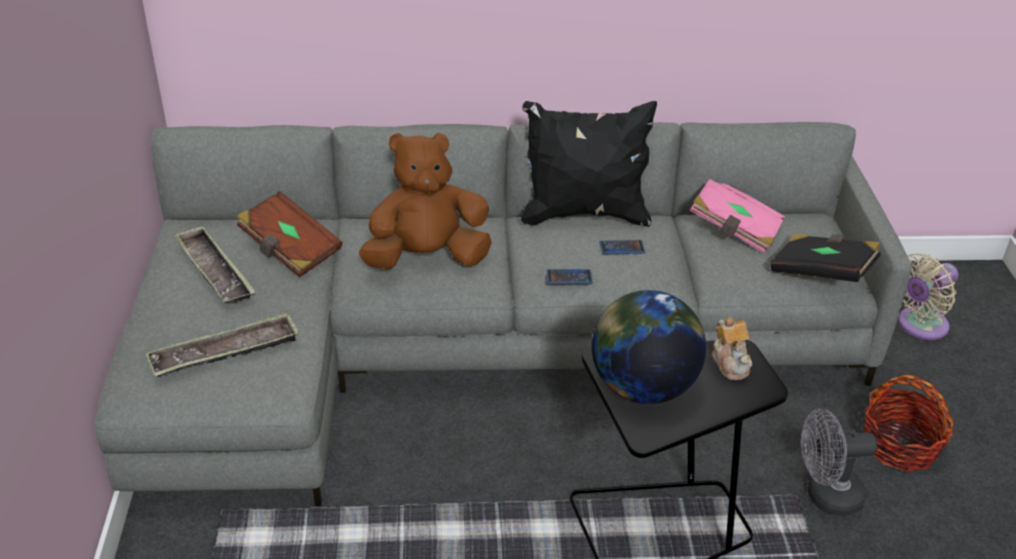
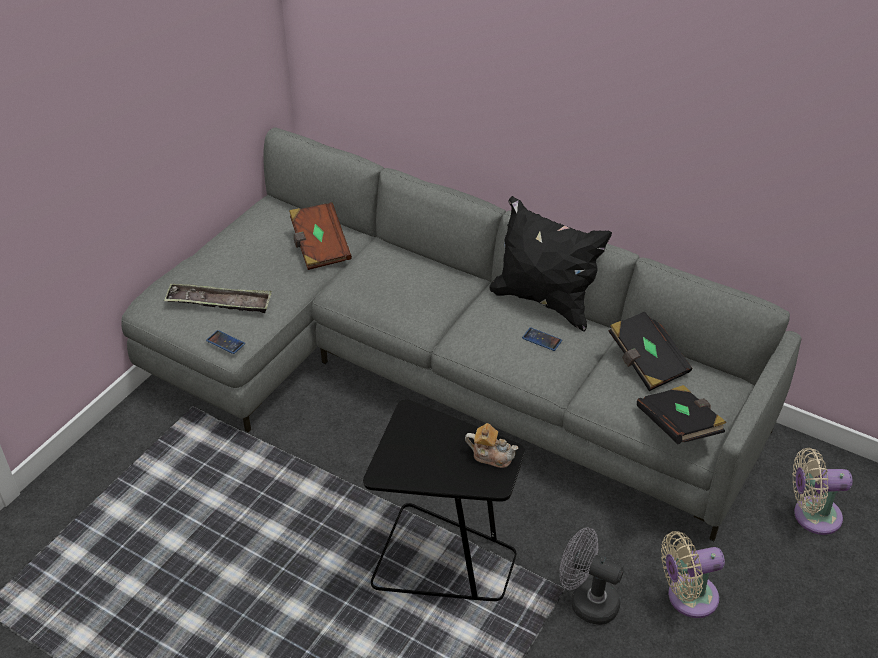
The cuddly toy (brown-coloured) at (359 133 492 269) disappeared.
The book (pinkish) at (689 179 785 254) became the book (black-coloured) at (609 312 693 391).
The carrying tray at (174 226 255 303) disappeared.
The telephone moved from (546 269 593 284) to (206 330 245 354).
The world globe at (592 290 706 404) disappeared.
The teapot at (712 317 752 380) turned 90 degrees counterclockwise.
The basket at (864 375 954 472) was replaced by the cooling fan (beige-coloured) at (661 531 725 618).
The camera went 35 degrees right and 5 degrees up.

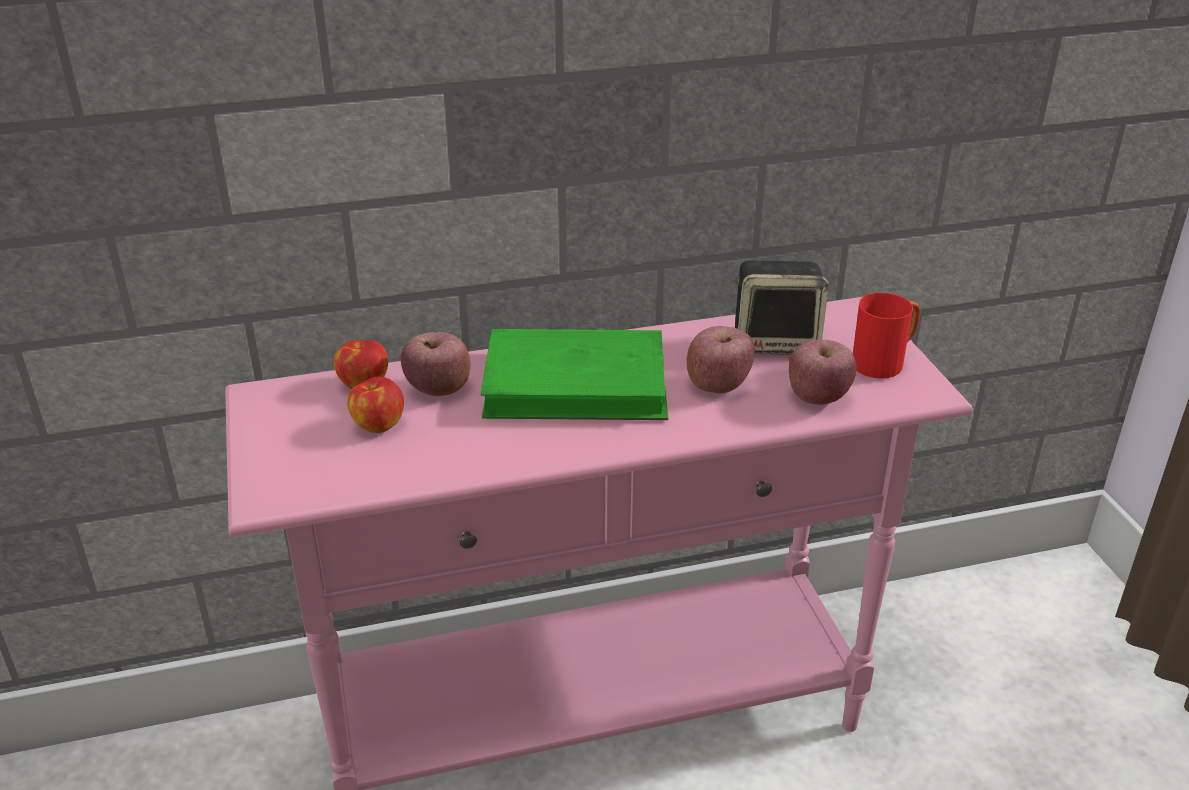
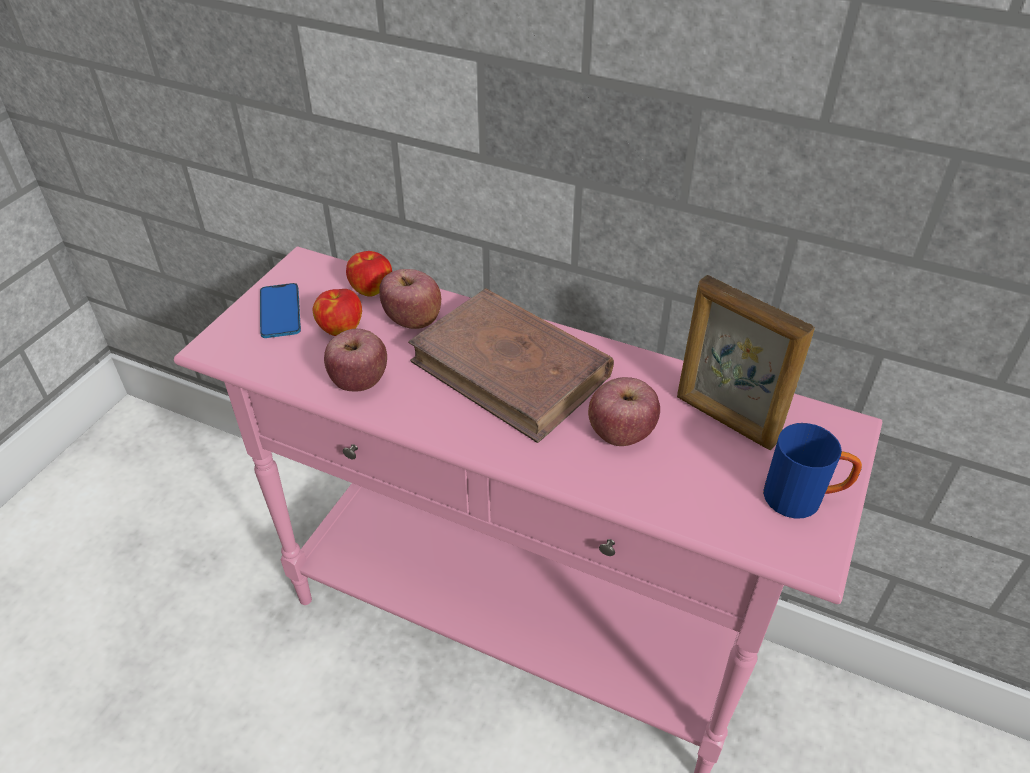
The loudspeaker at (735 261 829 355) was replaced by the photo frame at (677 275 815 450).
The tea mug (red-coloured) at (853 293 920 379) became the tea mug (blue-coloured) at (763 423 862 518).
The book (greenish) at (481 329 668 420) became the book (brown-coloured) at (408 288 614 443).
The whole apple moved from (789 339 857 405) to (324 329 387 392).
The telephone at (260 283 301 338) appeared.
The camera went 40 degrees right and 10 degrees up.

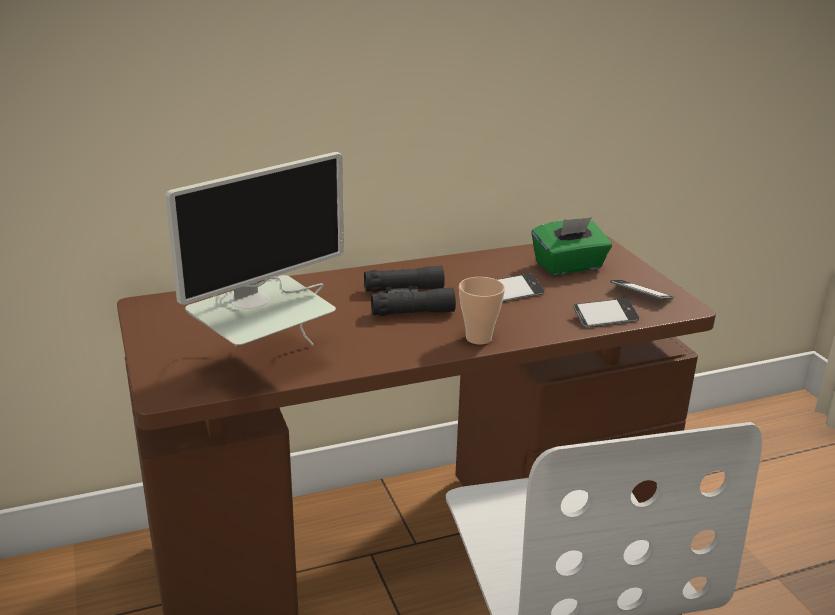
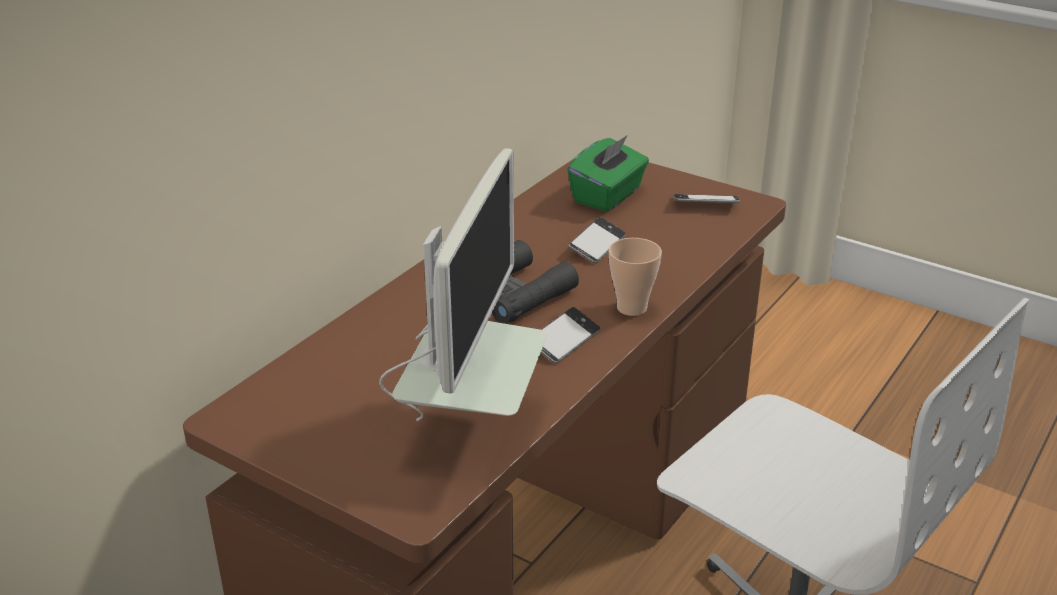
The telephone moved from (573 298 639 328) to (541 307 600 363).
The camera went 35 degrees left and 5 degrees up.

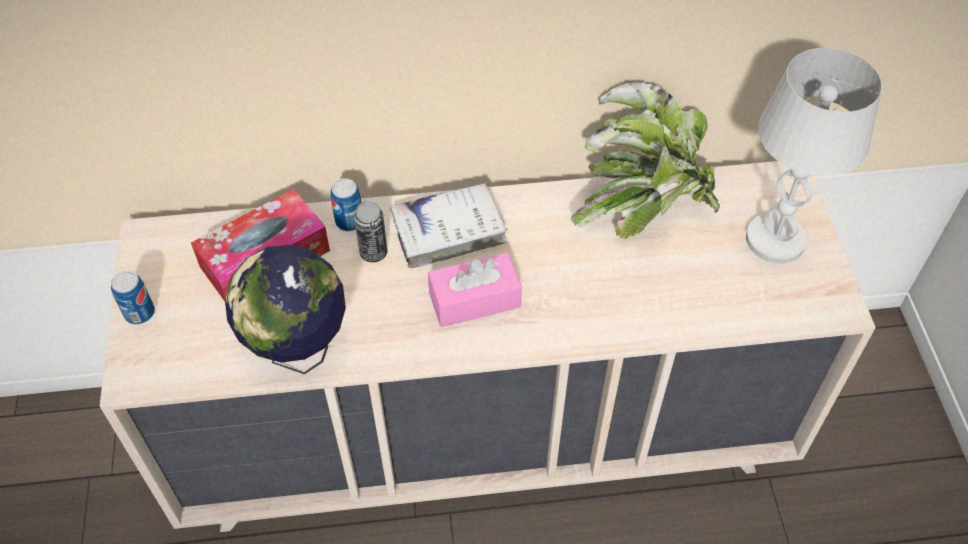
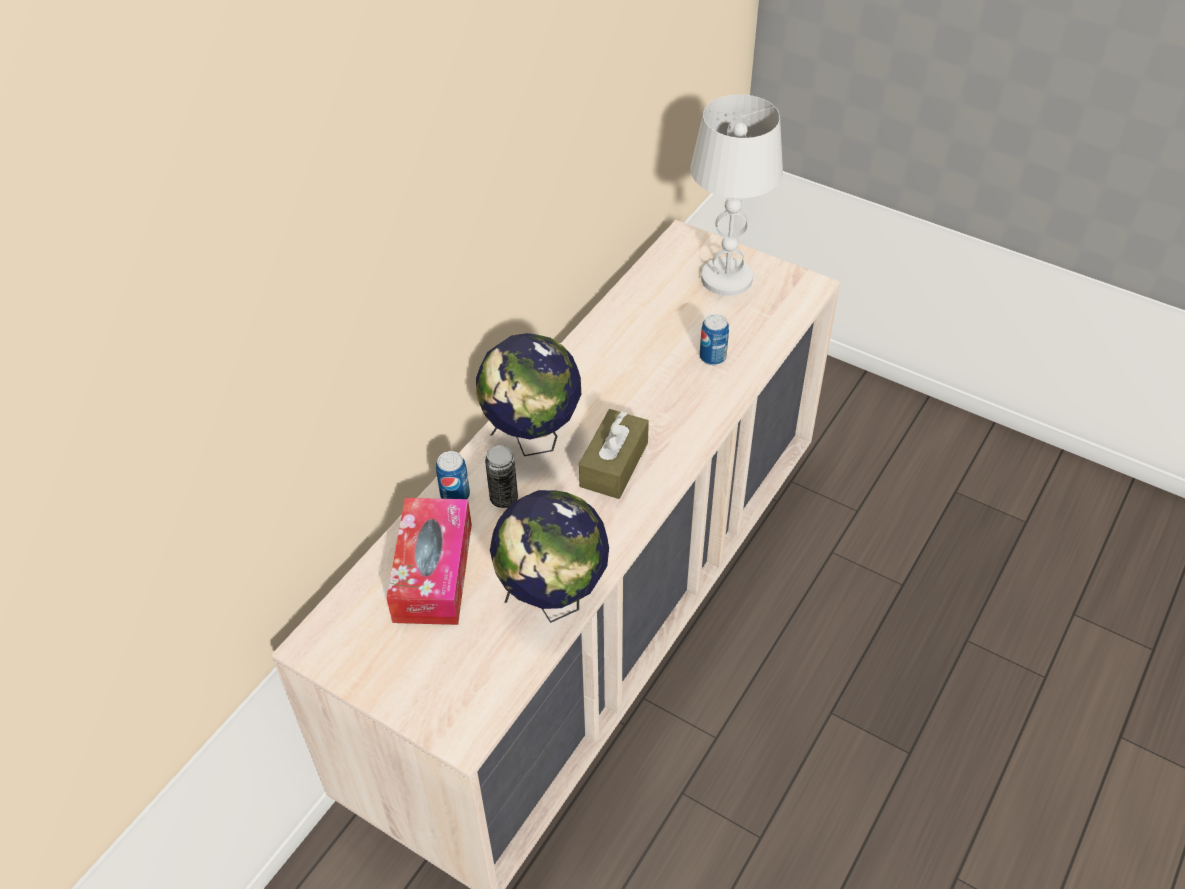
The plant in a pot at (571 82 720 239) disappeared.
The book (white-coloured) at (390 183 508 268) was replaced by the world globe at (476 333 581 456).
The box of tissues (pinkish) at (428 253 522 327) became the box of tissues (brown-coloured) at (579 409 649 499).
The can moved from (111 271 155 325) to (700 314 729 365).
The camera went 50 degrees left and 5 degrees down.

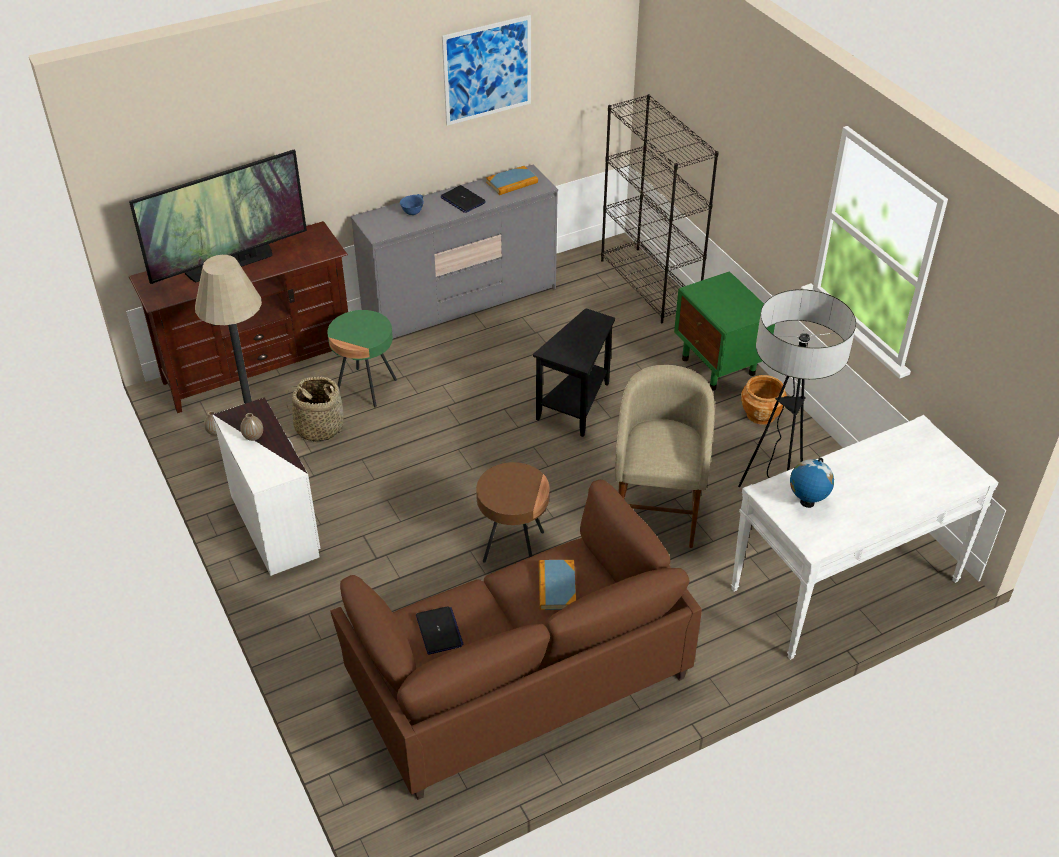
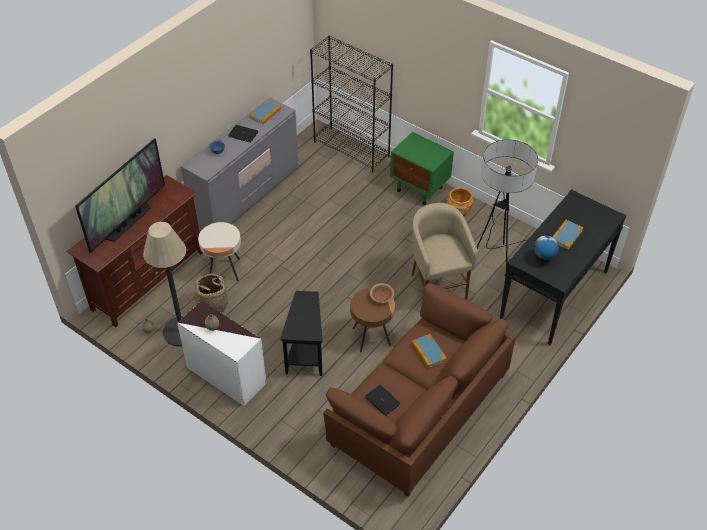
The picture at (442 15 531 126) disappeared.
The side table (black-coloured) moved from (533 308 615 437) to (280 291 323 376).
The side table (greenish) at (327 310 397 408) became the side table (beige-coloured) at (198 222 241 281).
The narrow table (white-coloured) at (731 415 999 660) became the narrow table (black-coloured) at (500 189 626 345).
The book at (553 220 583 250) appeared.
The bowl (brown-coloured) at (370 283 394 303) appeared.
The camera went 25 degrees left and 5 degrees up.

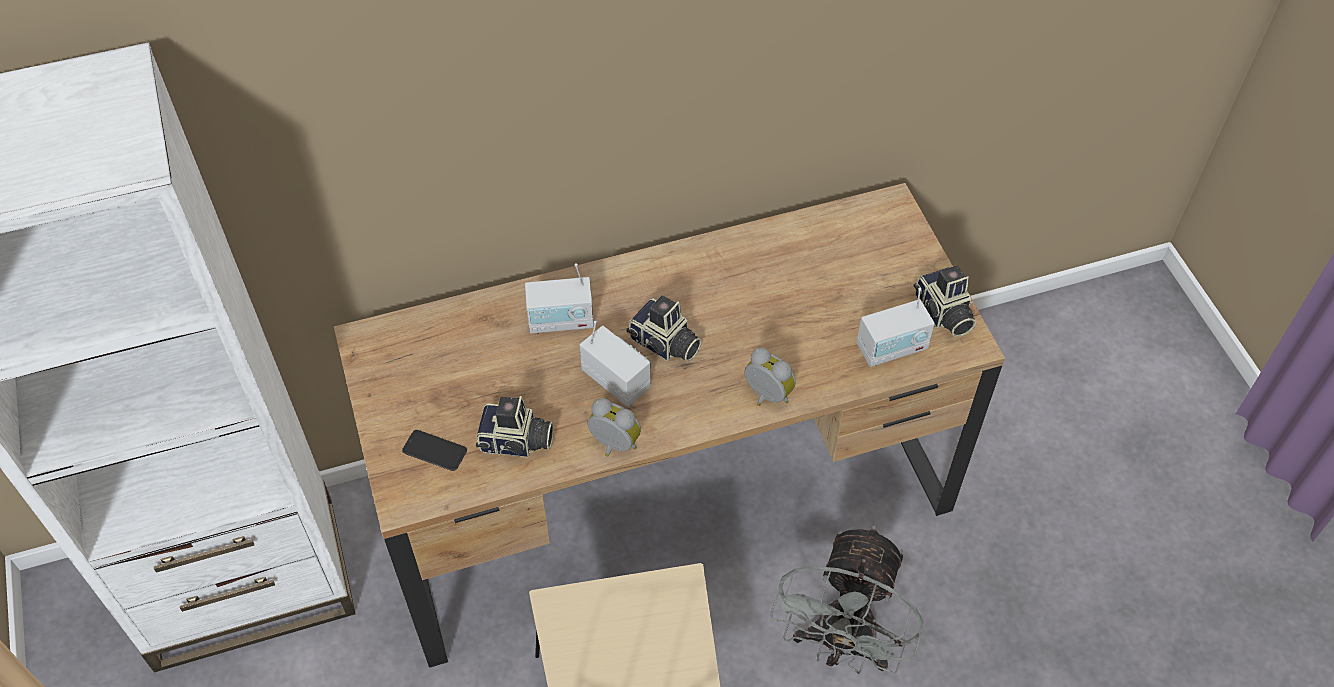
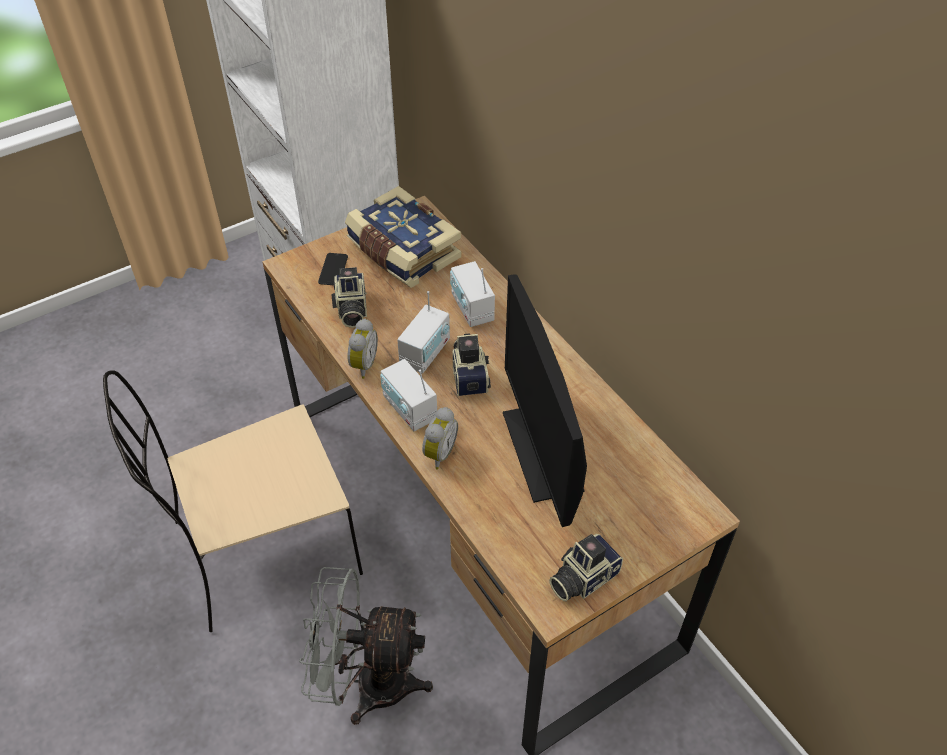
The radio moved from (857 288 935 367) to (380 359 437 431).
The photo camera at (626 296 702 362) turned 150 degrees clockwise.
The book at (345 186 461 288) appeared.
The monitor at (503 274 587 527) appeared.
The camera went 75 degrees right and 5 degrees down.

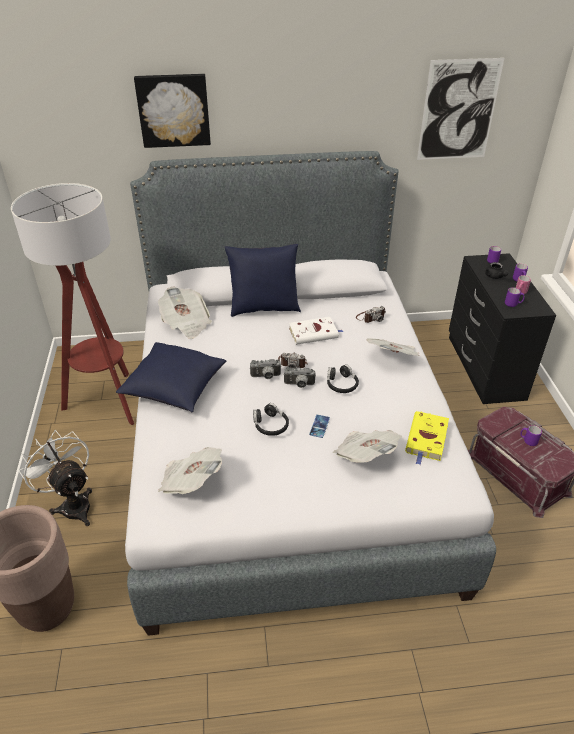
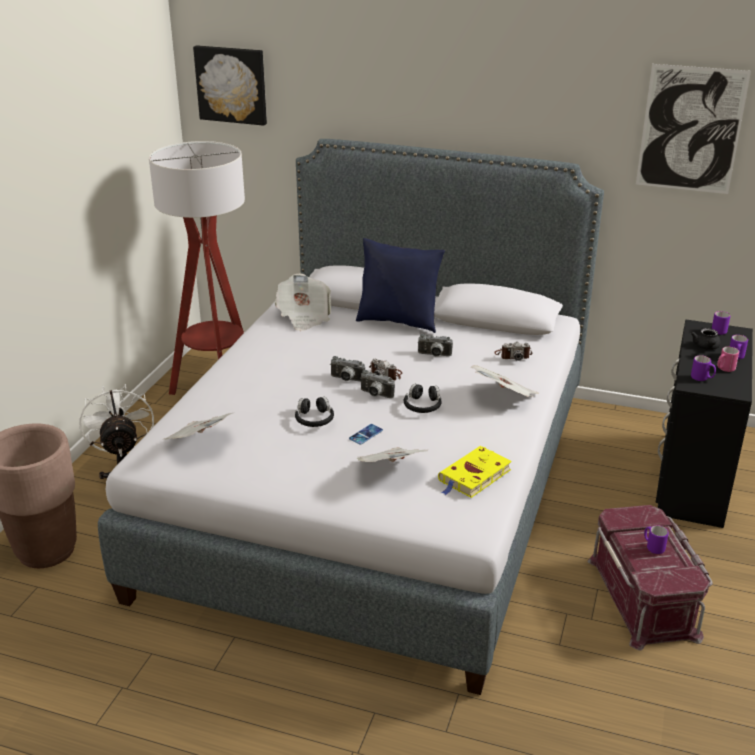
The picture moved from (134 74 211 148) to (193 45 267 126).
The book (white-coloured) at (289 317 343 345) was replaced by the photo camera at (418 334 453 356).
The throw pillow (blue-coloured) at (116 342 227 412) disappeared.
The camera went 25 degrees right and 10 degrees down.

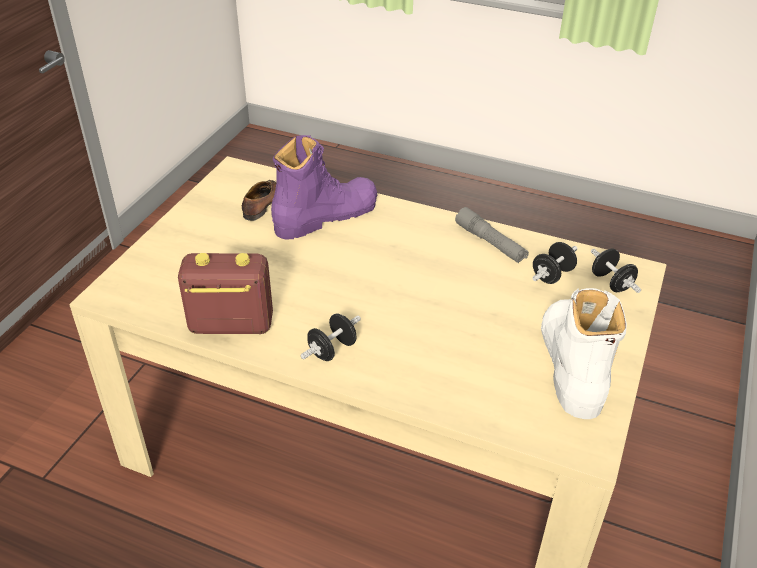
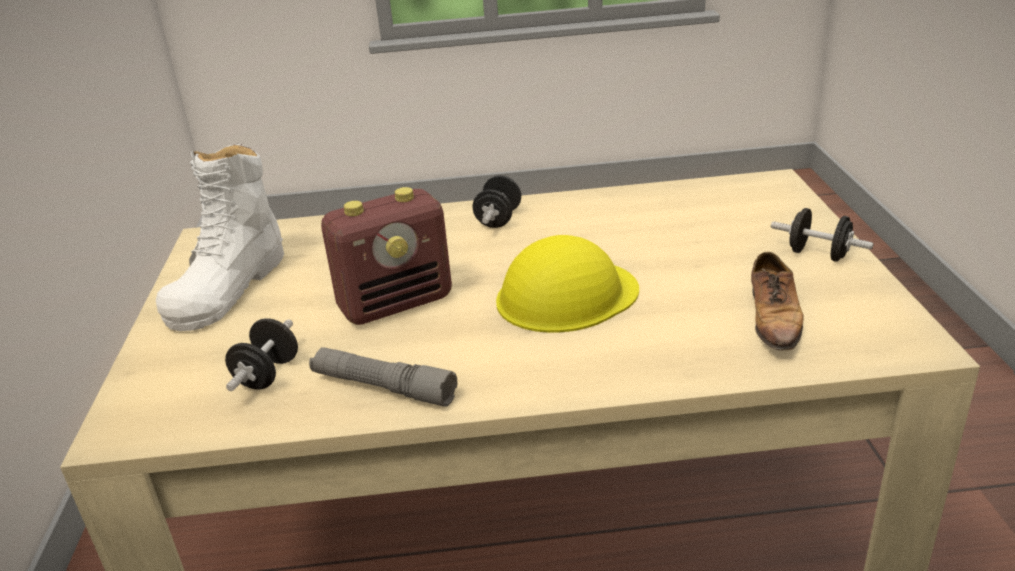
The high-top boot (purple-coloured) at (271 135 377 240) disappeared.
The free weight (black-coloured) moved from (591 249 641 293) to (771 208 874 262).
The radio moved from (178 253 273 334) to (321 187 452 325).
The high-top boot (white-coloured) at (541 288 627 419) turned 45 degrees clockwise.
The safety helmet (yellow) at (496 235 639 333) appeared.
The camera went 155 degrees right and 10 degrees down.

